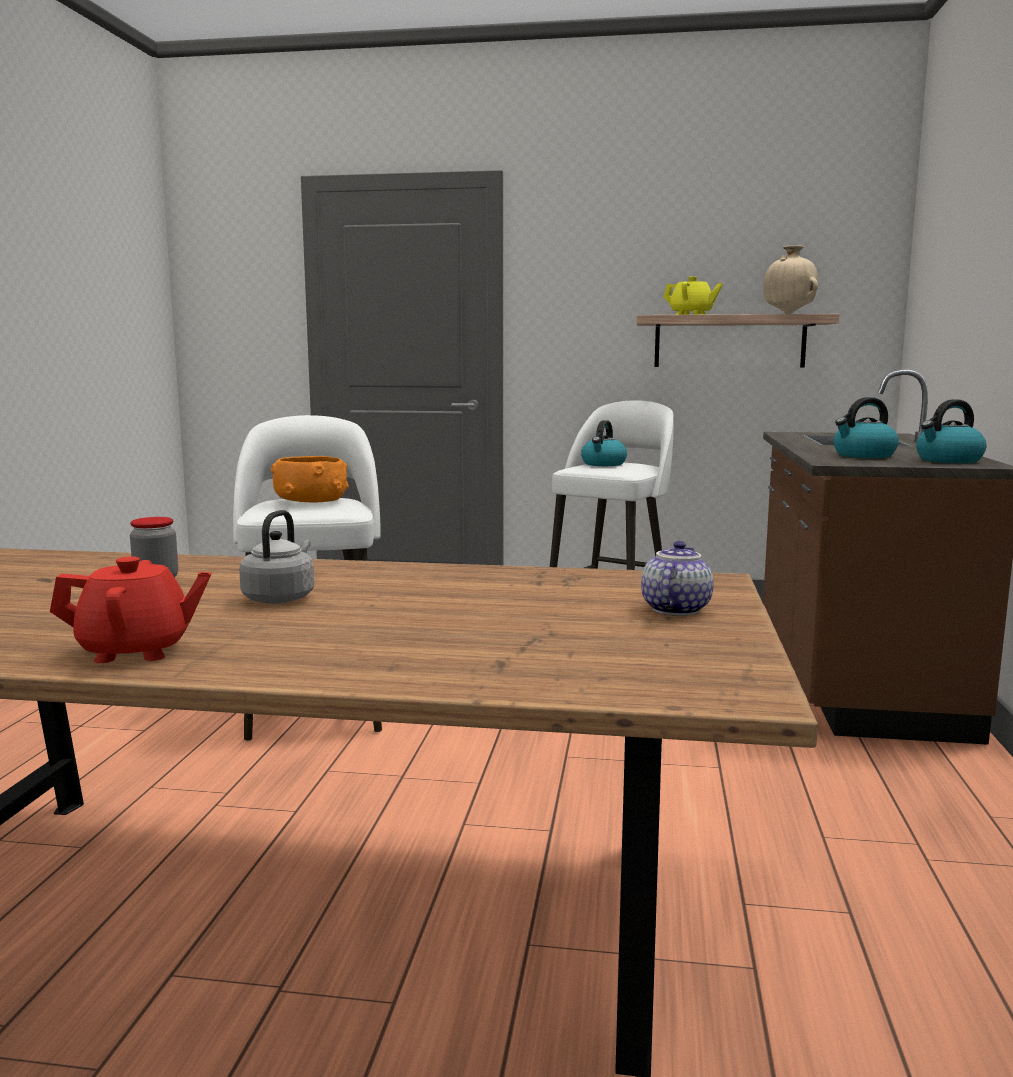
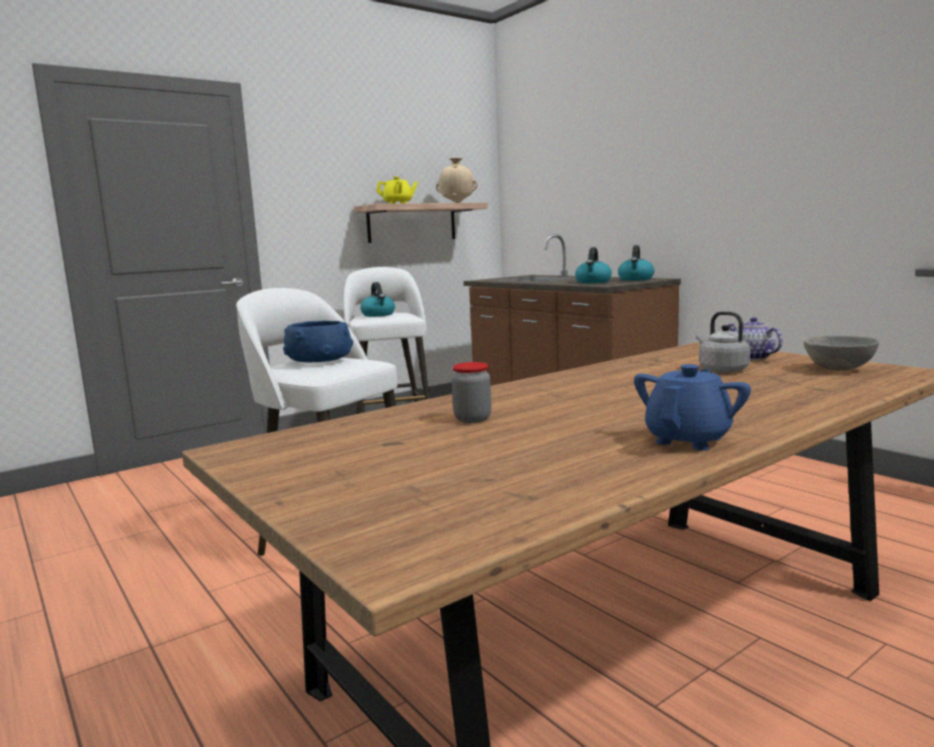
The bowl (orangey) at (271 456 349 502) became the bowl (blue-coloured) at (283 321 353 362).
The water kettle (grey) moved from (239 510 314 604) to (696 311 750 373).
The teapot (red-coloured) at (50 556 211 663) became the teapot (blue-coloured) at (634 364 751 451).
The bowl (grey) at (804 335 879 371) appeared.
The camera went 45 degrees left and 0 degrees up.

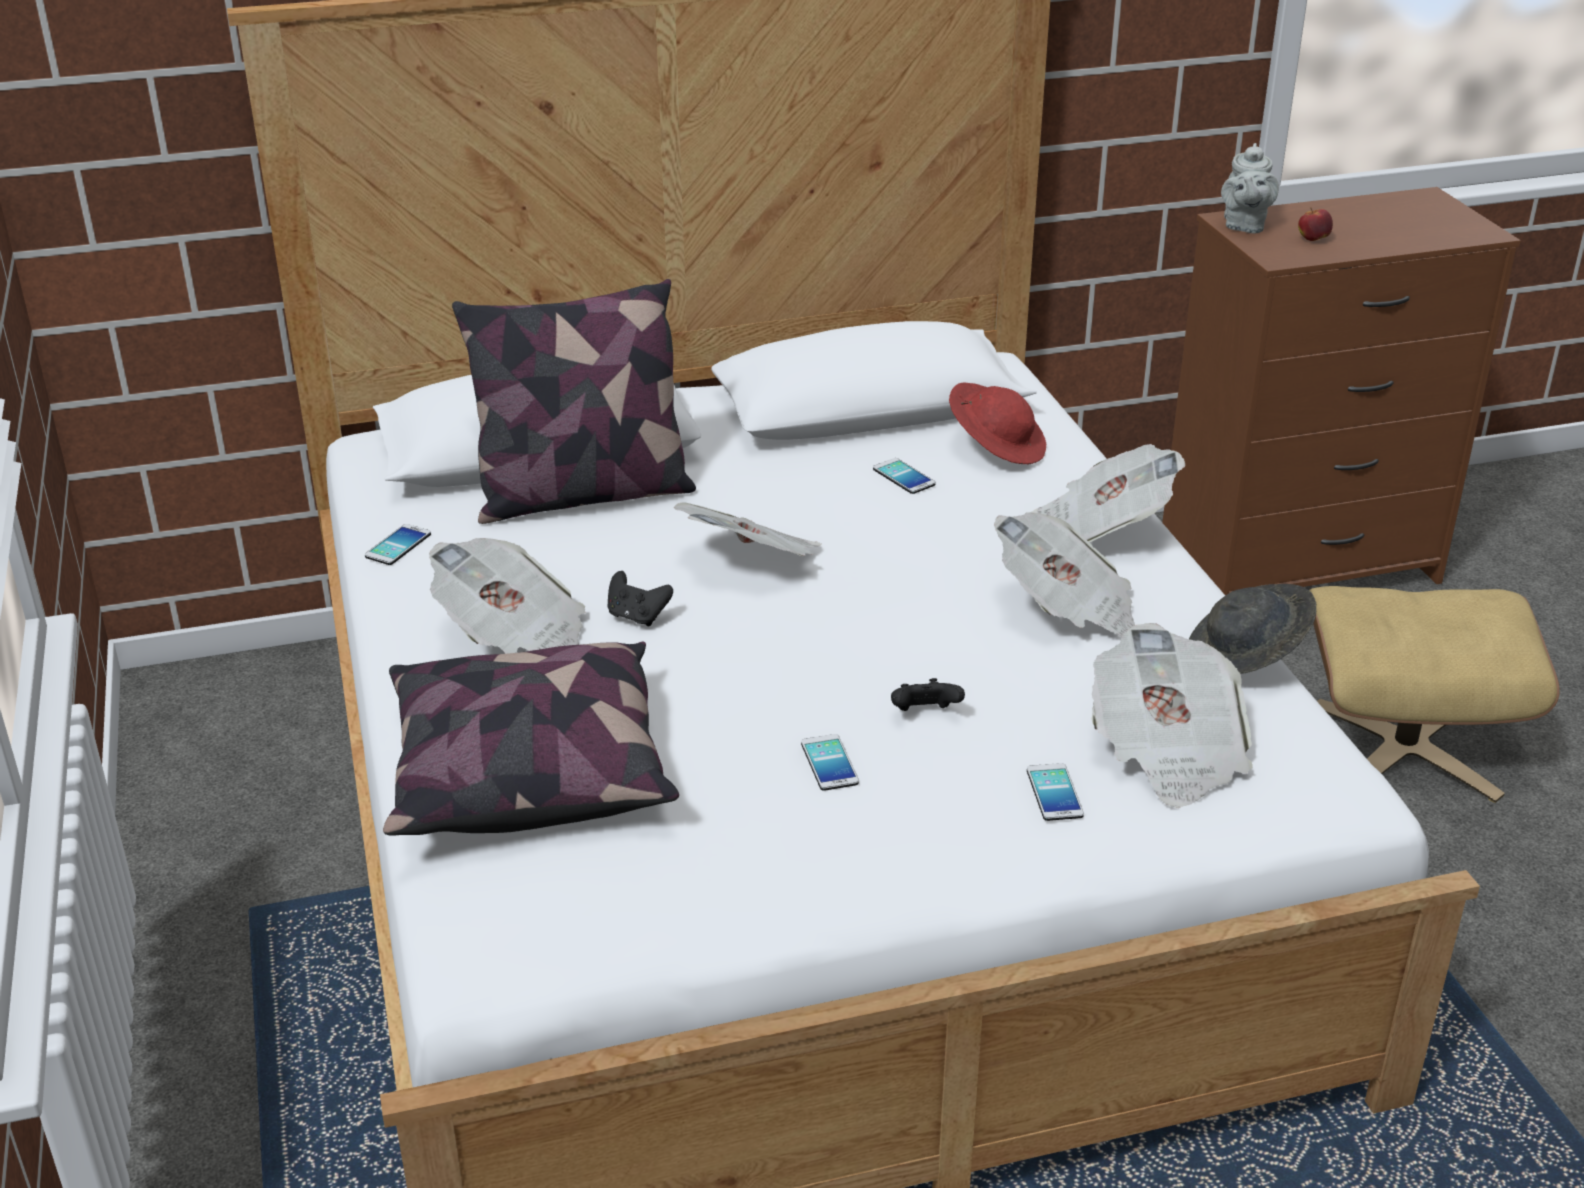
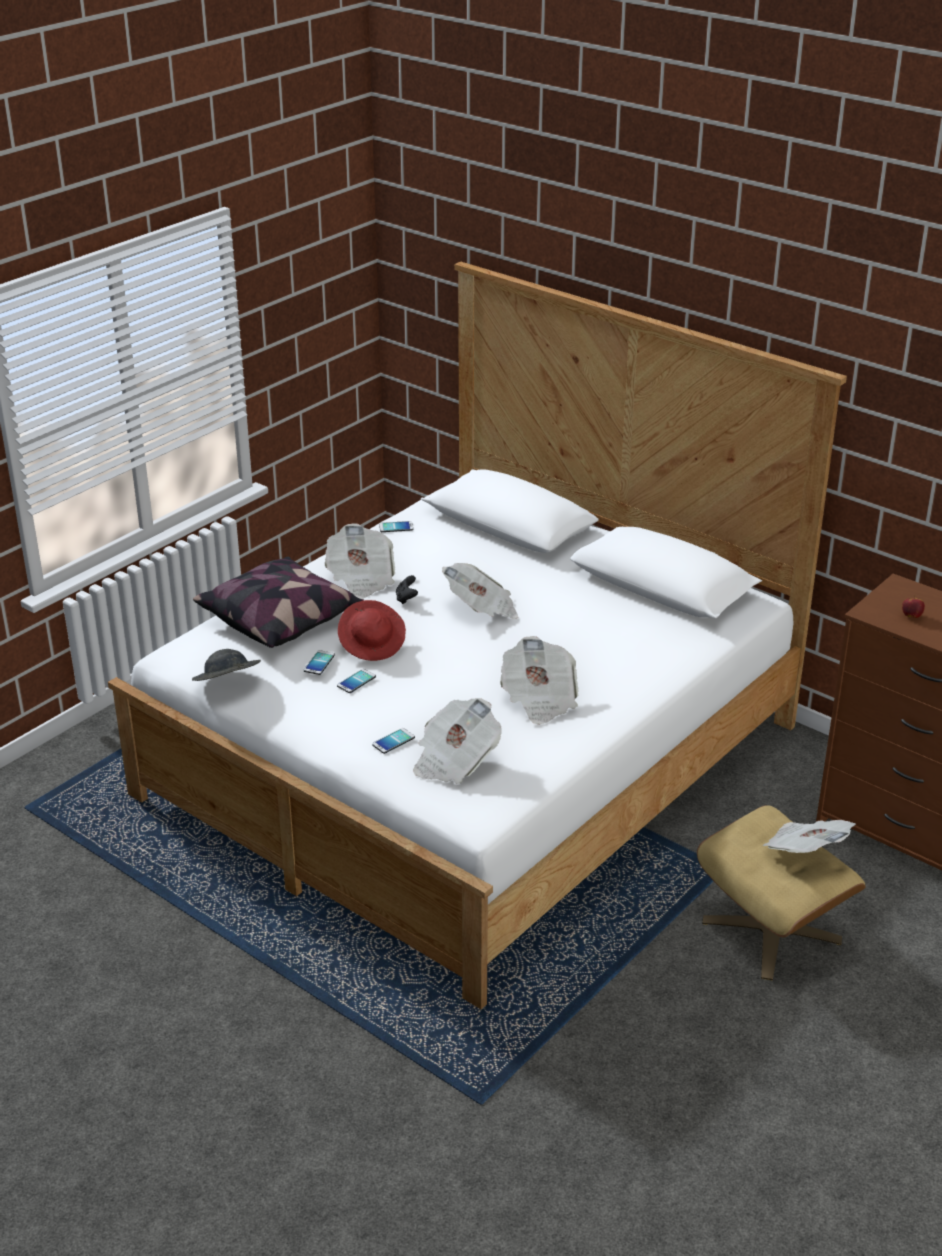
The teapot (grey) at (1221 143 1279 234) disappeared.
The throw pillow at (452 279 696 524) disappeared.
The wearable hat (red-coloured) moved from (949 383 1046 464) to (338 600 406 661).
The daily paper moved from (1031 444 1185 542) to (762 820 856 853).
The telephone moved from (873 458 935 494) to (304 650 335 675).
The wearable hat (grey) moved from (1189 584 1316 674) to (192 649 261 681).
The joypad (black-coloured) at (891 678 965 711) disappeared.
The camera went 55 degrees right and 0 degrees up.

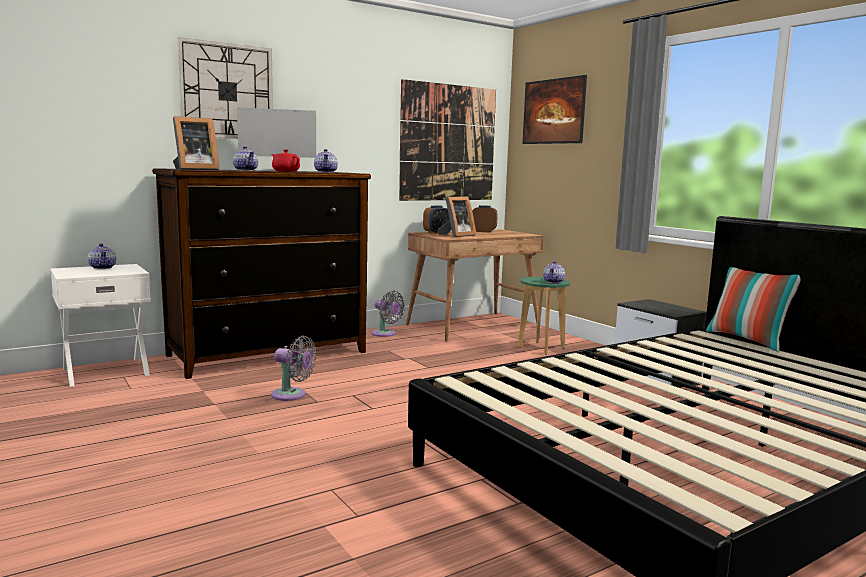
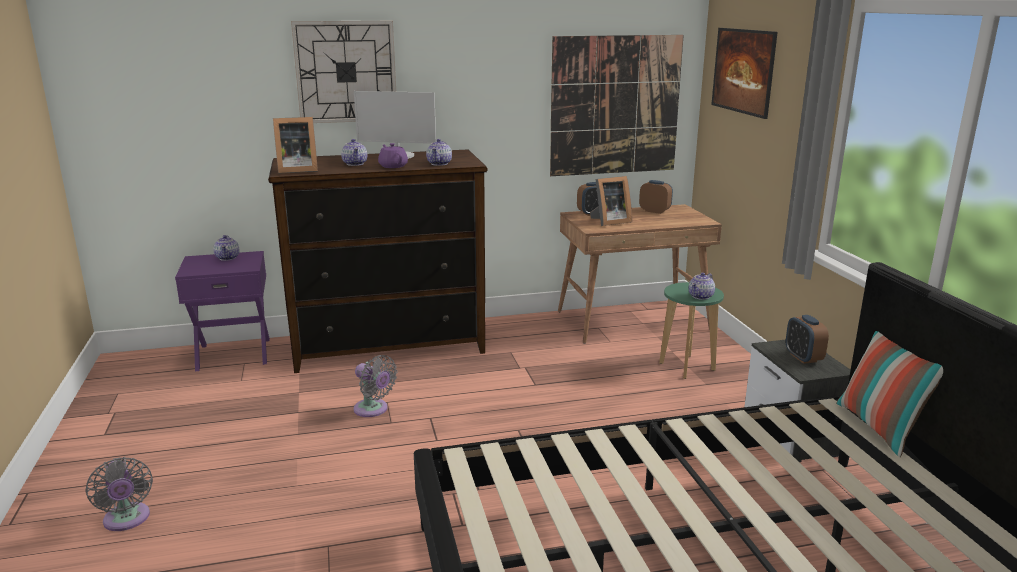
The teapot (red-coloured) at (272 149 300 172) became the teapot (purple-coloured) at (378 143 408 168).
The nightstand (white-coloured) at (50 264 151 387) became the nightstand (purple-coloured) at (175 251 270 371).
The cooling fan (grey) moved from (372 291 405 337) to (85 457 153 531).
The alarm clock at (786 315 829 364) appeared.
The camera went 20 degrees right and 10 degrees up.

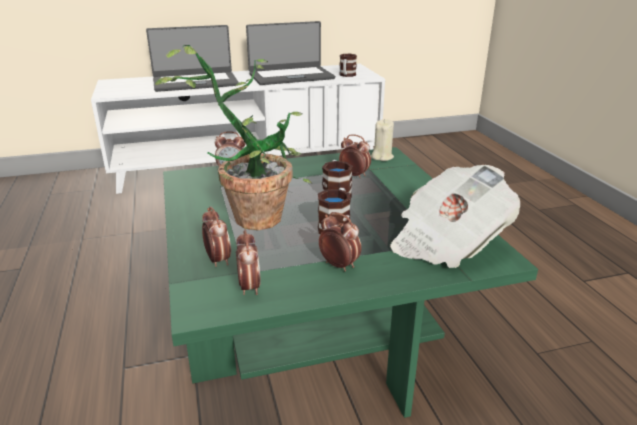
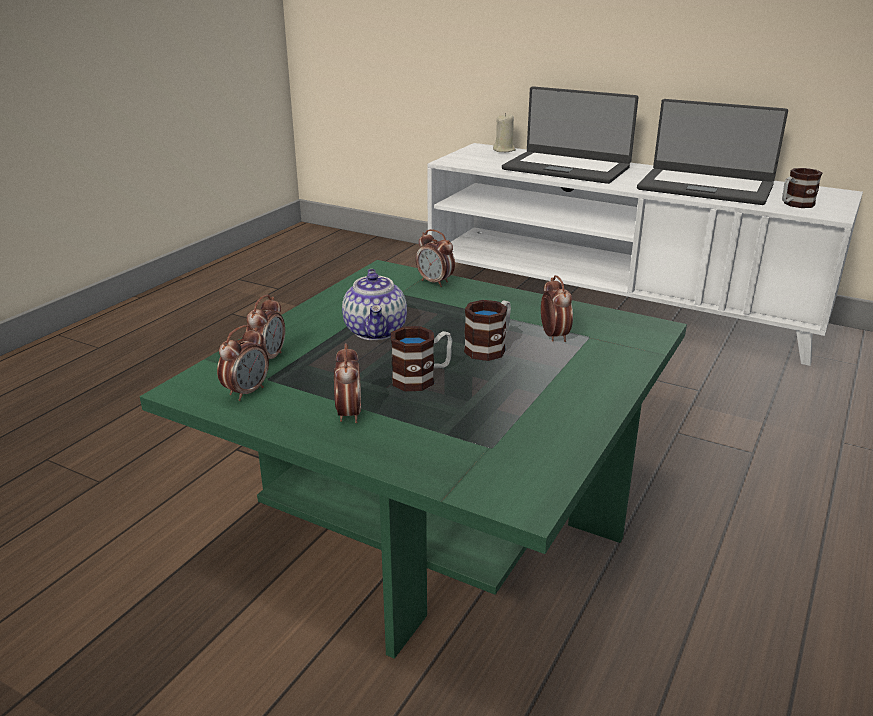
The plant in a pot at (155 45 312 230) was replaced by the teapot at (342 269 407 340).
The wax candle (beige-coloured) moved from (371 119 394 161) to (493 113 516 152).
The daily paper at (390 165 520 268) disappeared.
The camera went 45 degrees right and 0 degrees up.

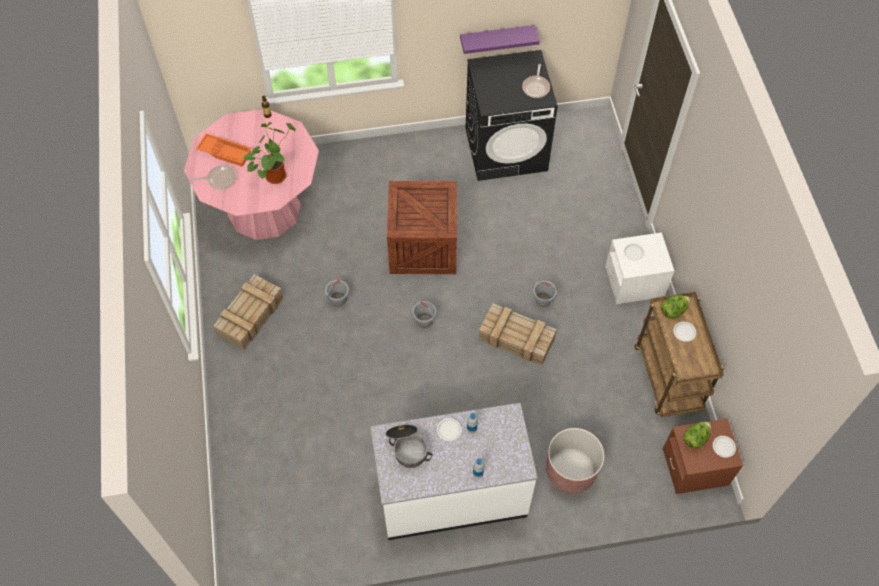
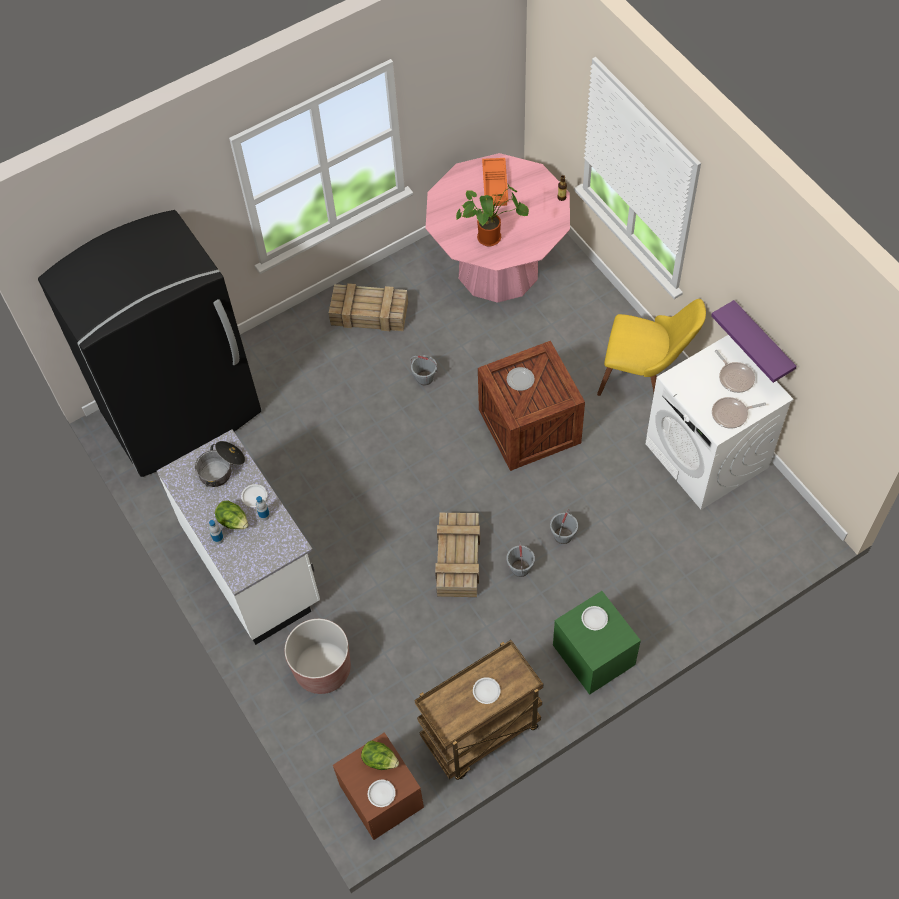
The laundry machine (black-coloured) at (465 50 558 181) became the laundry machine (white-coloured) at (645 335 793 510).
The frying pan moved from (191 165 236 189) to (715 350 755 393).
The nightstand (white-coloured) at (605 232 674 304) became the nightstand (greenish) at (553 591 641 695).
The lettuce moved from (661 295 691 318) to (215 500 248 529).
The bucket (grey) moved from (413 300 436 328) to (550 509 578 544).
The fridge (black-coloured) at (38 210 261 477) appeared.
The chair (yellow) at (597 299 706 396) appeared.
The flat dish at (507 367 535 391) appeared.
The camera went 70 degrees right and 0 degrees up.

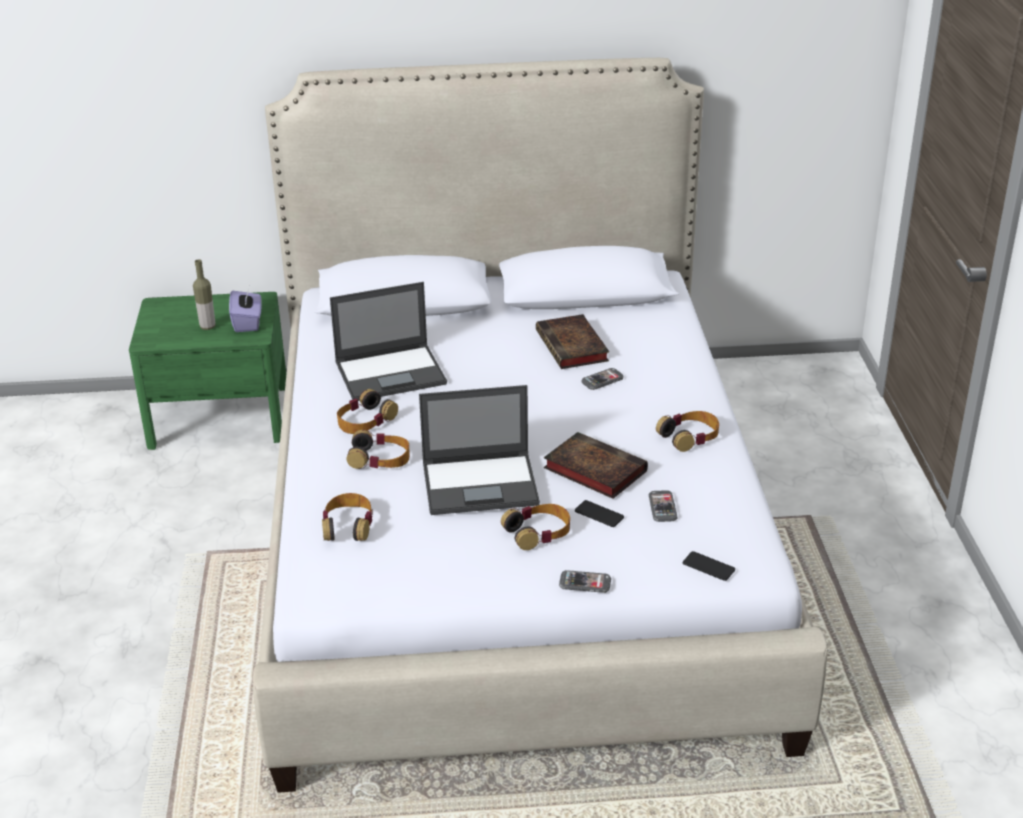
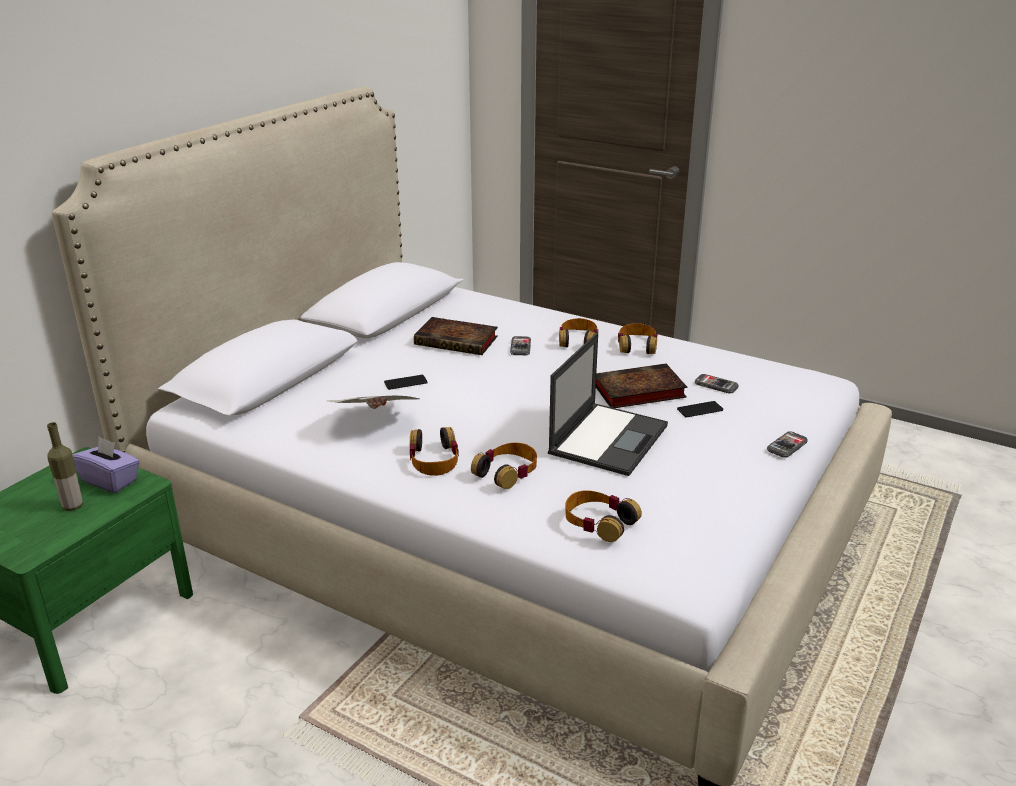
The portable computer at (330 282 447 401) was replaced by the daily paper at (327 396 419 409).
The headphones moved from (501 504 570 550) to (559 318 598 347).
The telephone moved from (683 551 735 581) to (384 375 428 390).
The camera went 55 degrees left and 5 degrees down.

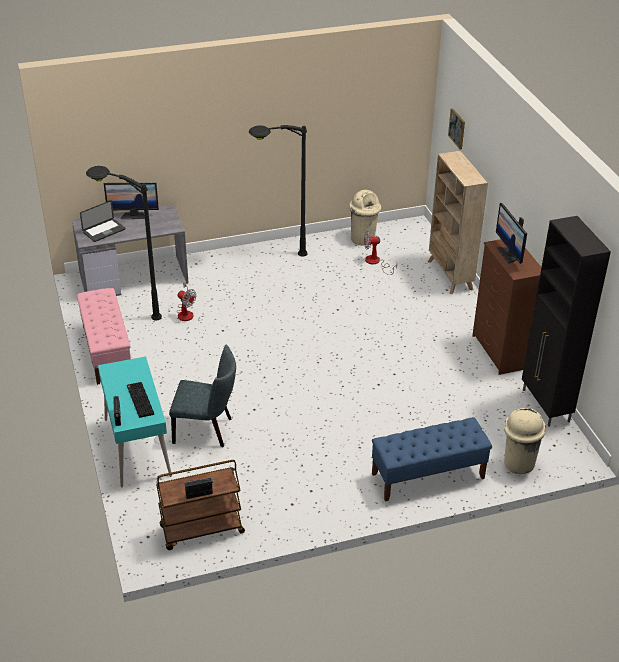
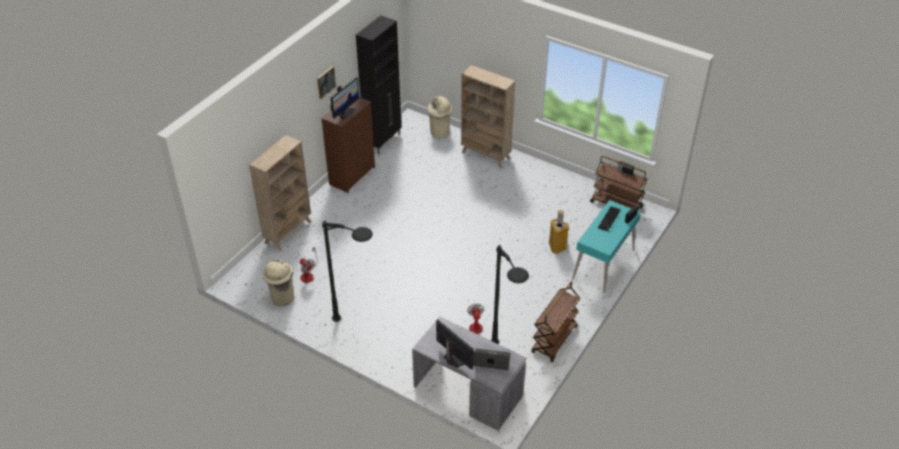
The picture moved from (448 108 465 150) to (317 66 336 99).
The bench (pinkish) at (77 288 131 385) was replaced by the trolley (brown-coloured) at (531 282 580 362).
The chair (grey) at (169 345 236 447) was replaced by the trash can at (549 210 569 254).
The bench (blue-coloured) at (372 417 492 502) was replaced by the shelving unit (beige-coloured) at (461 65 515 168).
The camera went 130 degrees left and 5 degrees up.

